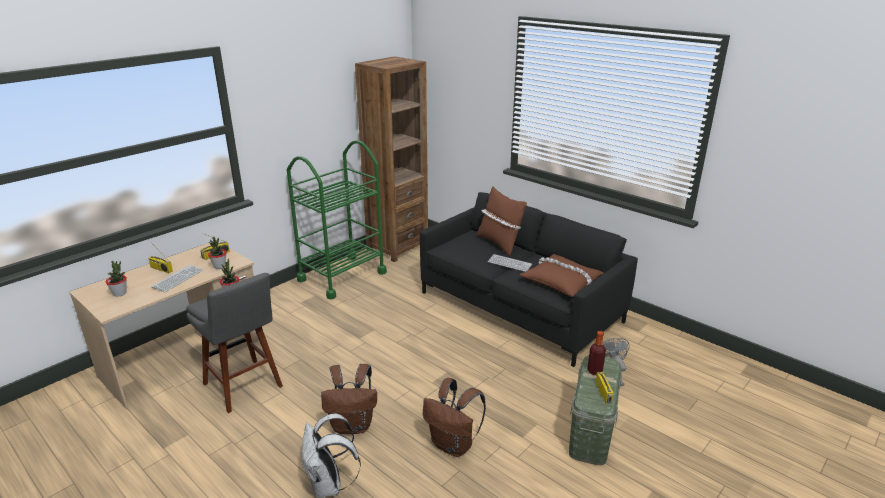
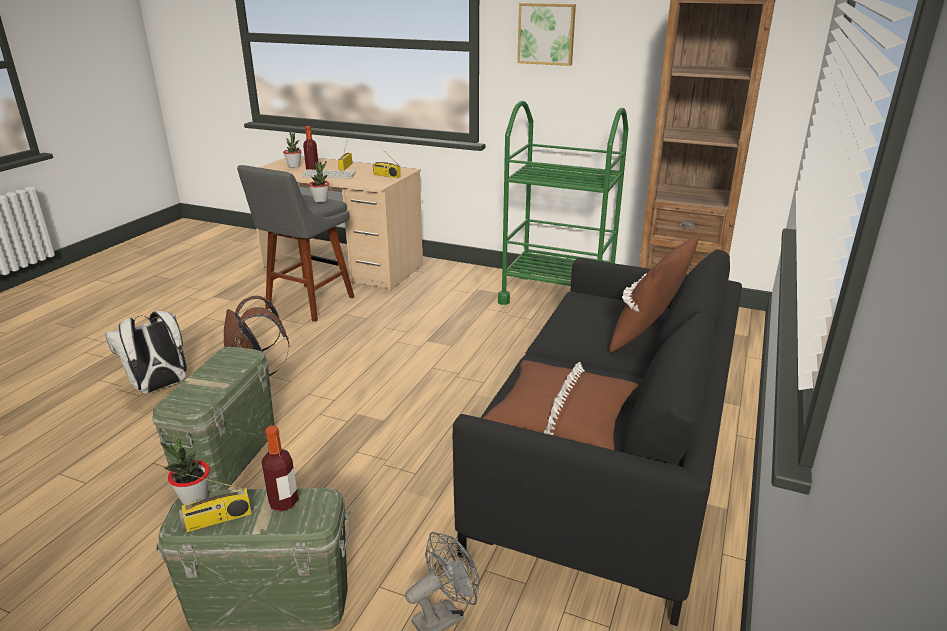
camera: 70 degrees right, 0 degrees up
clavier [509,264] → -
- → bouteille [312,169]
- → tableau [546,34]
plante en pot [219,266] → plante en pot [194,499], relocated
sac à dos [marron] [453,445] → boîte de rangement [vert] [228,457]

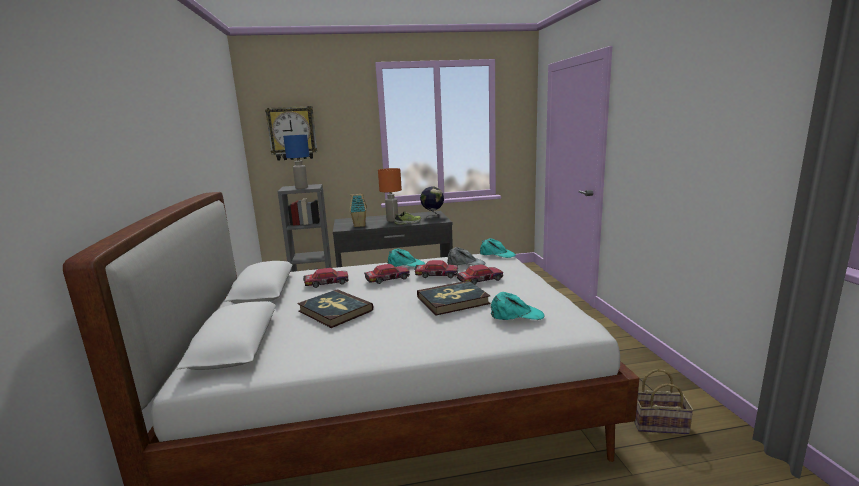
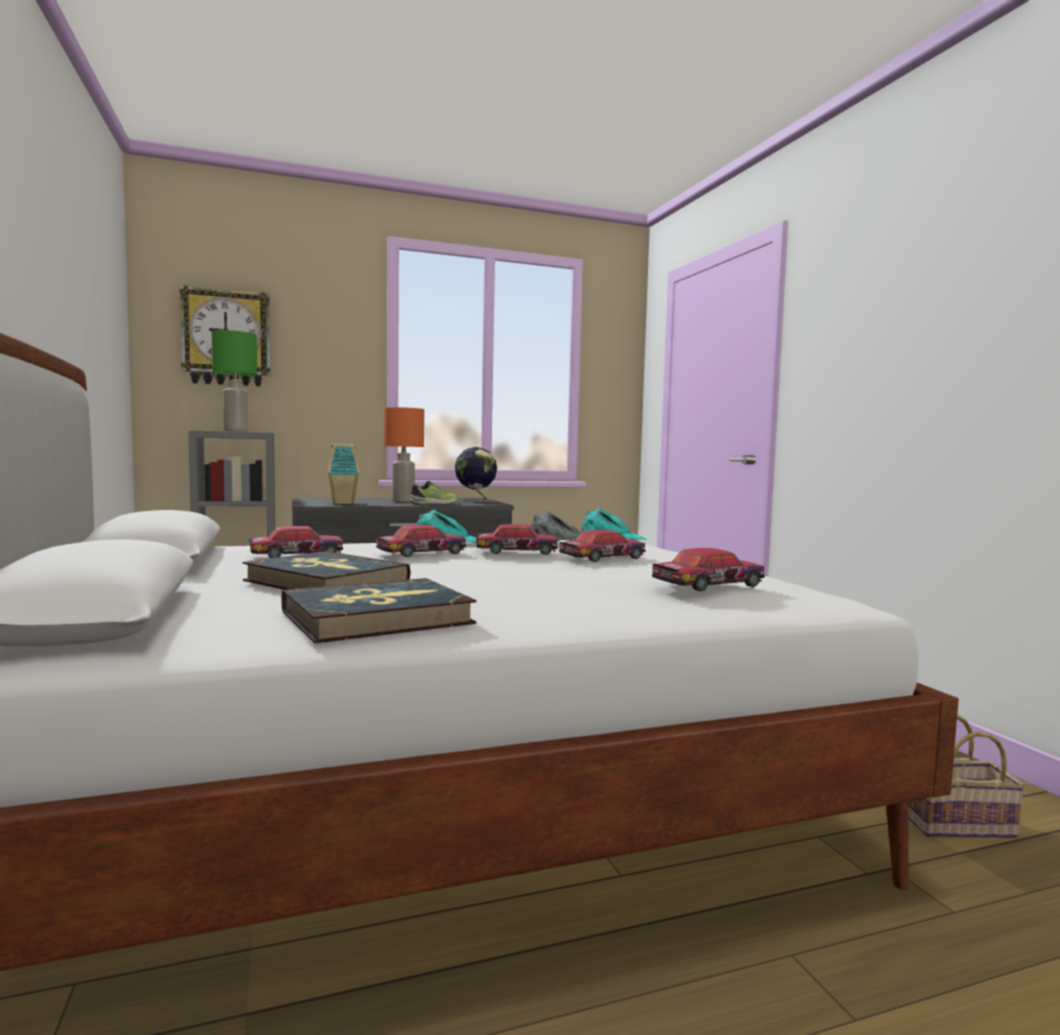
camera: 10 degrees left, 10 degrees down
livre [453,300] → livre [377,618], relocated
casquette [turquoise] [516,314] → petite voiture [707,585]
lampe de table [bleu] [301,188] → lampe de table [vert] [235,431]

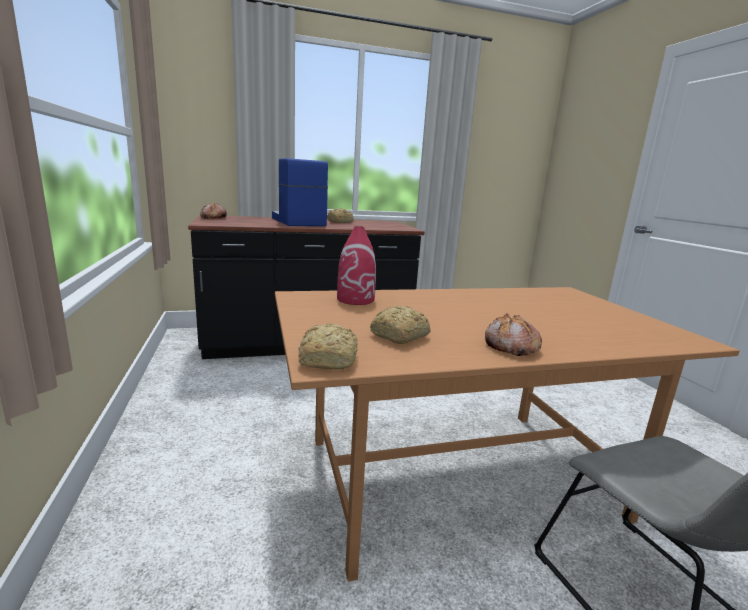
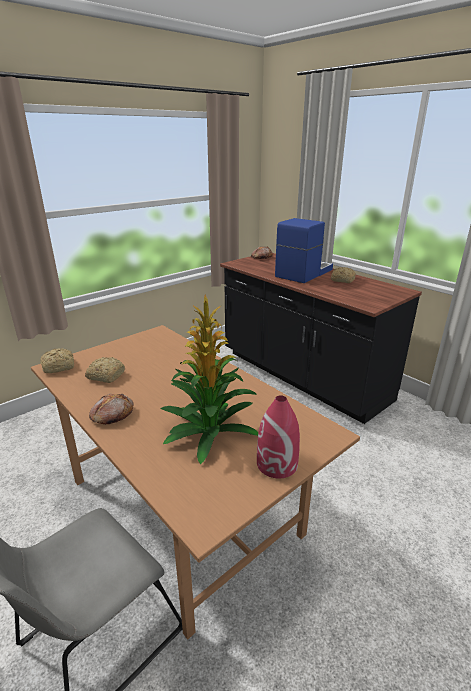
camera: 65 degrees right, 10 degrees up
- → plante en pot [208,431]
vase [rouge] [356,299] → vase [rouge] [277,464], relocated

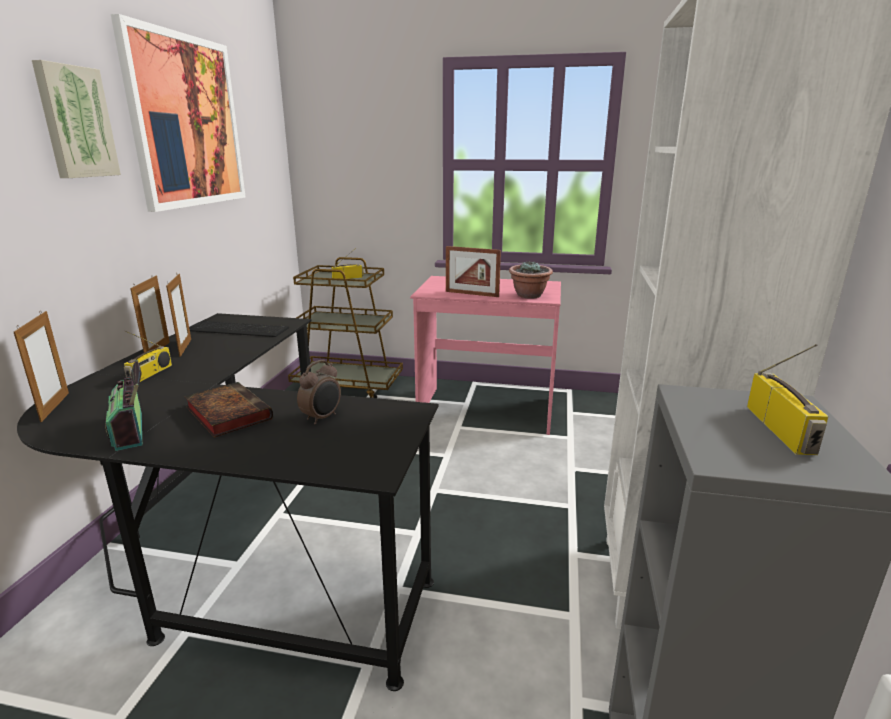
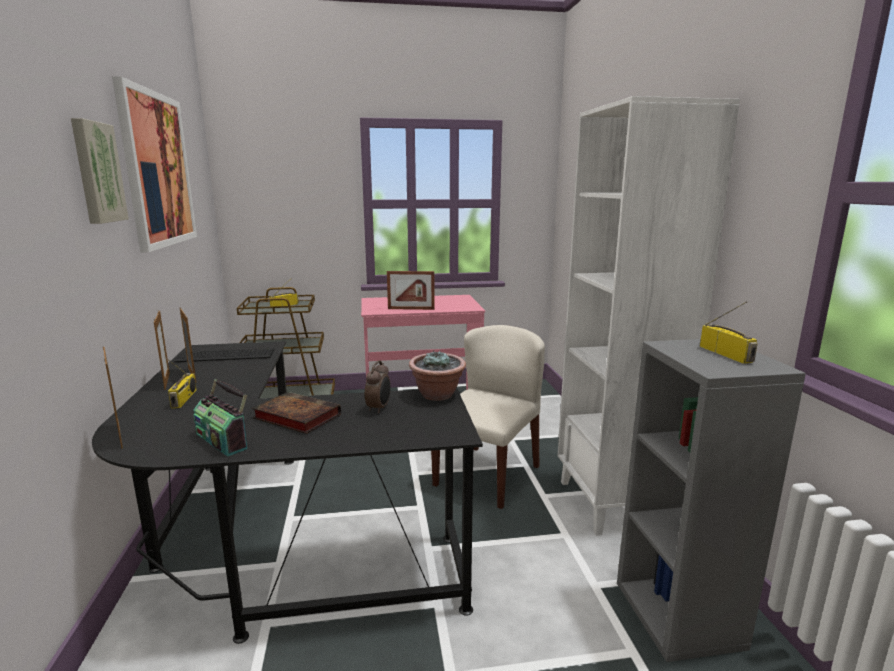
camera: 20 degrees left, 5 degrees down
- → chaise [beige] [487,475]
plante en pot [529,295] → plante en pot [437,395], relocated

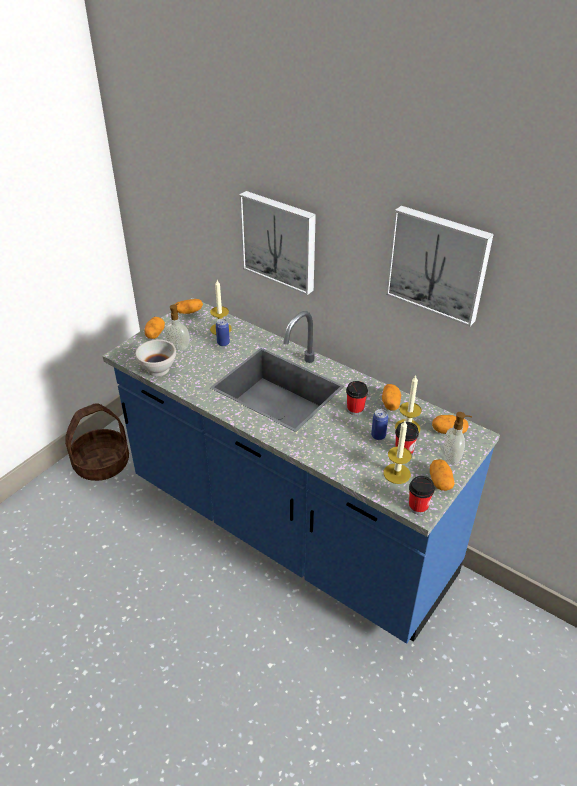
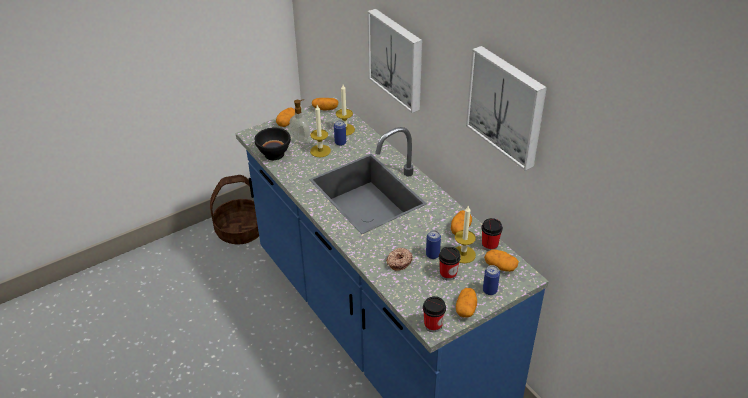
camera: 20 degrees right, 0 degrees up
- → beignet [399,262]
tasse [355,409] → tasse [489,245], relocated
bougie [397,473] → bougie [320,151], relocated
distributeur de savon [452,457] → boîte métallique [489,290]
bol [blanc] [158,369] → bol [noir] [274,154]

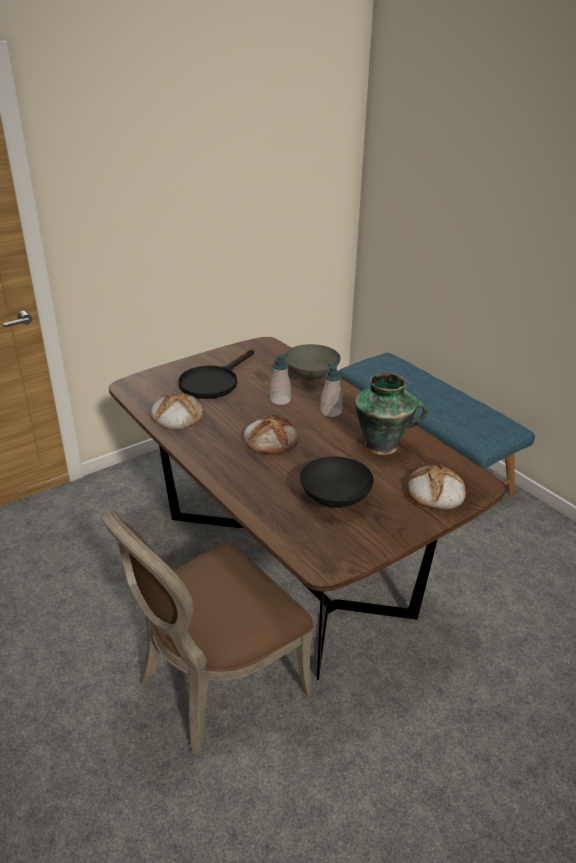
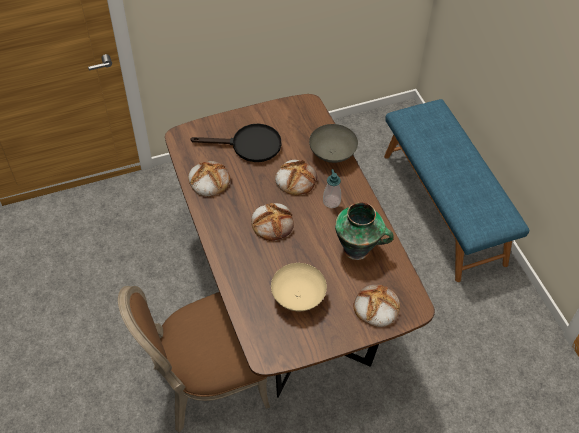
camera: 15 degrees right, 20 degrees up
distributeur de savon [280,400] → pain [295,179]
bol [noir] [334,499] → bol [beige] [297,296]
poêle [noir] [213,382] → poêle [noir] [249,145], 135 degrees counterclockwise

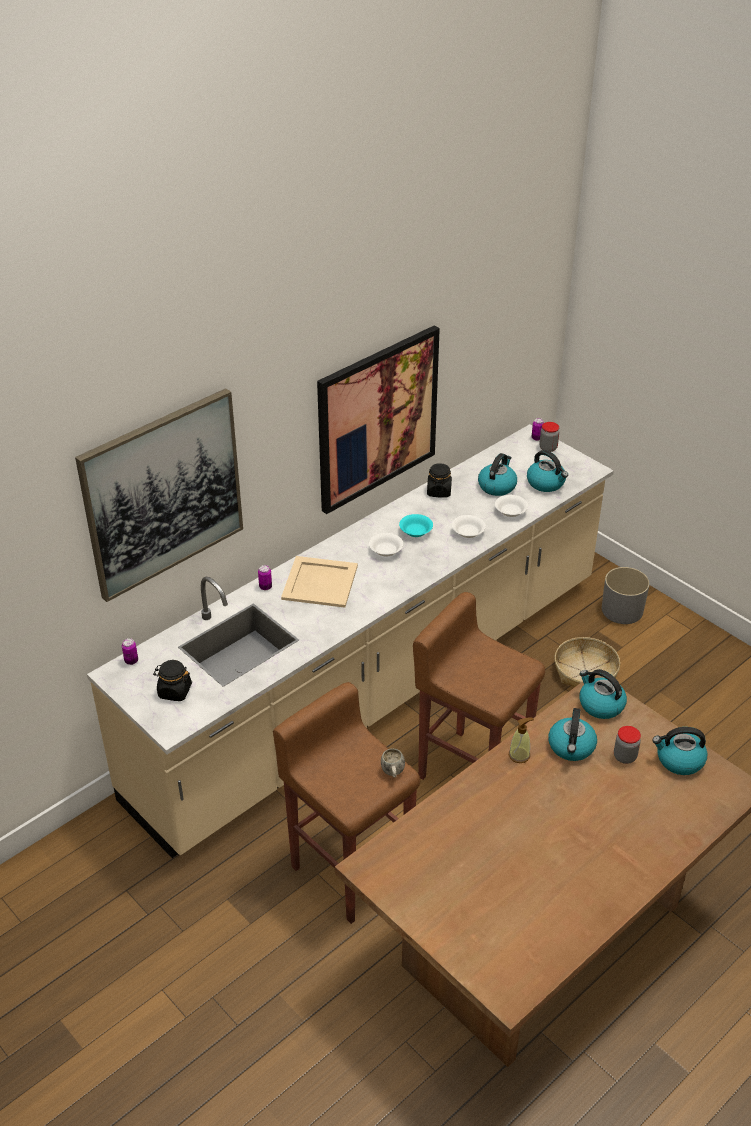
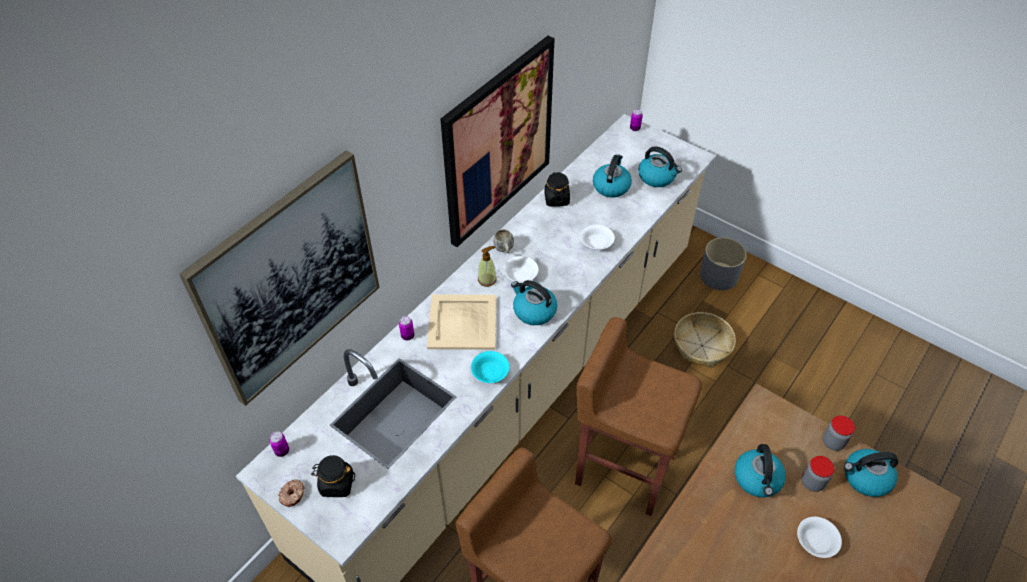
camera: 10 degrees left, 10 degrees up
- → beignet [293,495]
mug [blanc] [393,773] → mug [blanc] [504,250], relocated
bol [turquoise] [416,531] → bol [turquoise] [490,372], relocated
bol [blanc] [510,512] → bol [blanc] [815,542], relocated
distributeur de savon [519,755] → distributeur de savon [487,279], relocated
bocal [548,448] → bocal [833,442], relocated
bouilloire [600,705] → bouilloire [533,311], relocated

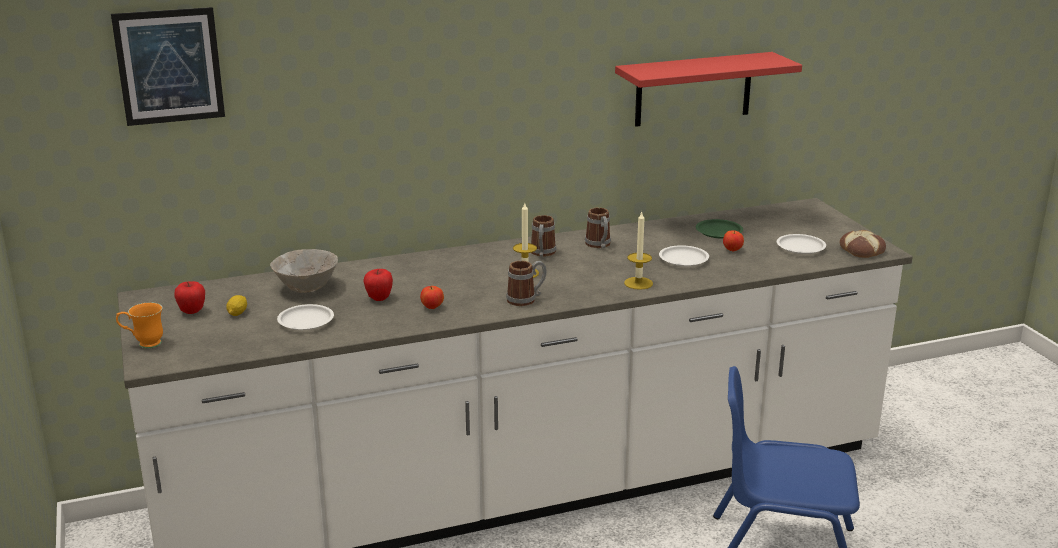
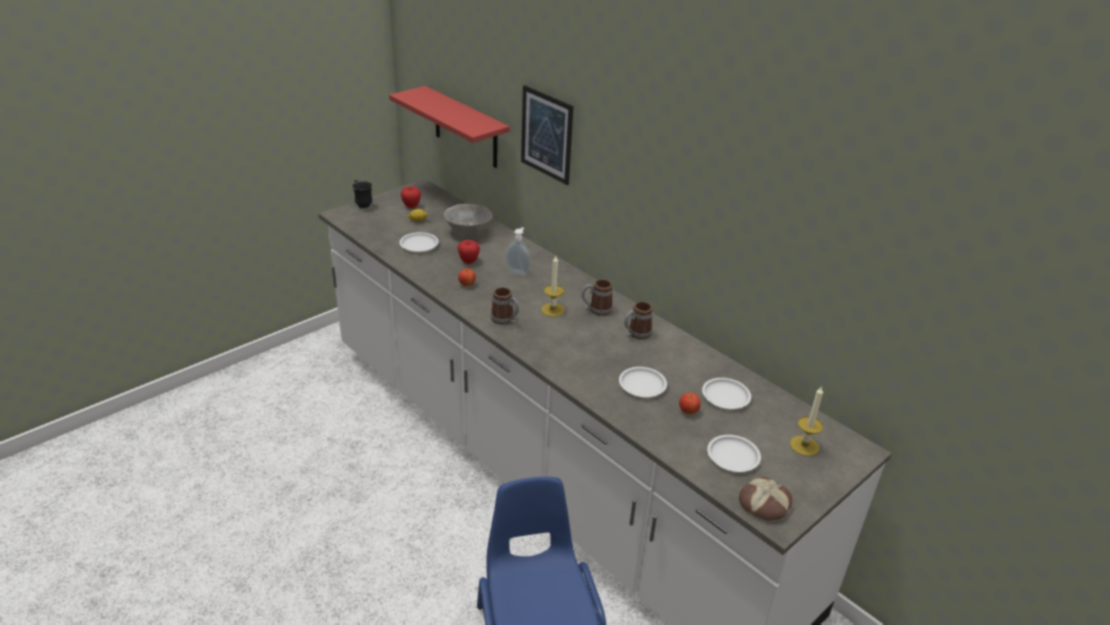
camera: 65 degrees right, 10 degrees up
- → distributeur de savon [518,271]
tableau [169,66] → tableau [546,134], relocated
étagère [rouge] [693,89] → étagère [rouge] [465,128], relocated
bougie [638,283] → bougie [804,445], relocated
mug [orange] [143,344] → mug [noir] [362,205]
assiette [vert] [718,232] → assiette [blanc] [725,396]

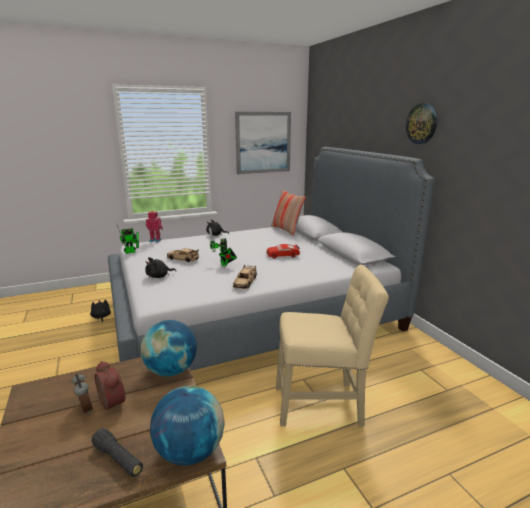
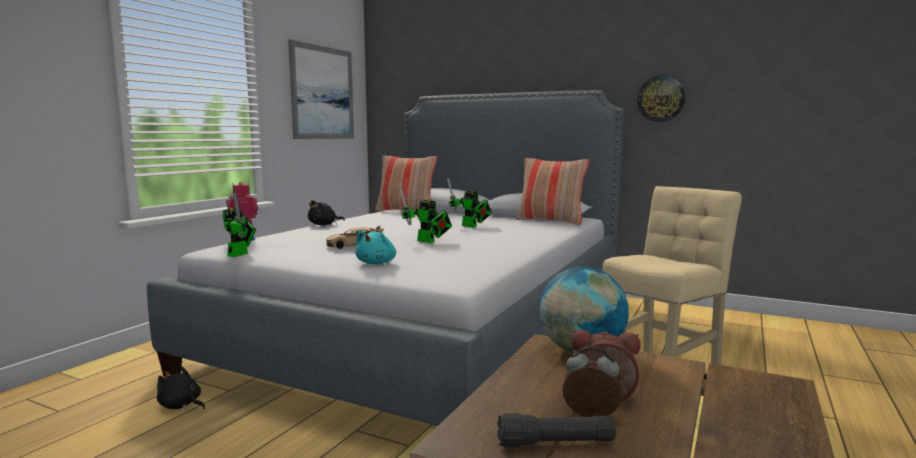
camera: 40 degrees left, 10 degrees down
globe [190,452] → -
petite voiture [beige] [245,282] → -
- → coussin [550,221]
lampe de poche [noir] [118,459] → lampe de poche [noir] [555,443], relocated
horloge murale [421,124] → horloge murale [660,99], relocated
petite voiture [rouge] [283,255] → robot jouet [471,226]
peluche [noir] [159,276] → peluche [turquoise] [377,263]

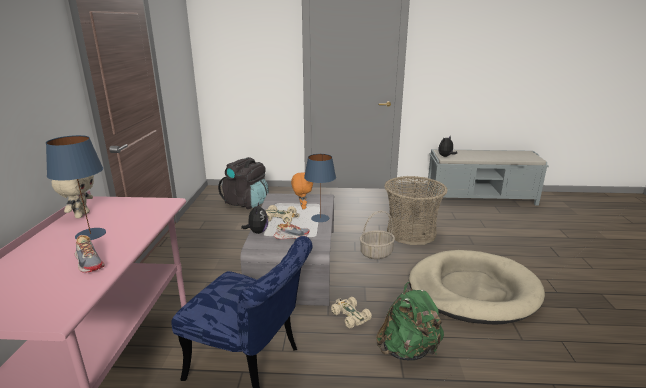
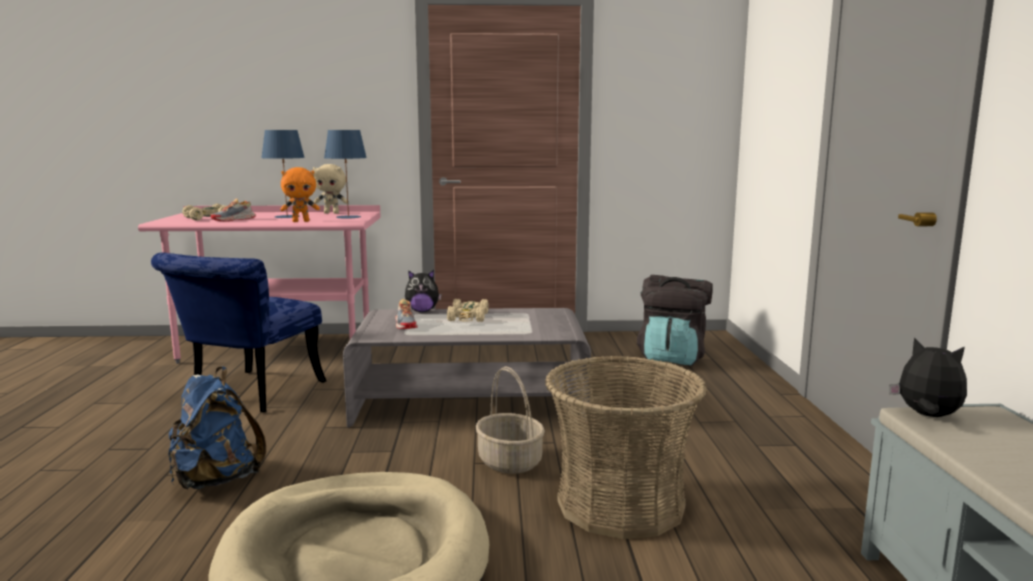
camera: 85 degrees right, 10 degrees down
peluche [orange] [302,207] → peluche [orange] [301,221], relocated
lampe de table [bleu] [320,218] → lampe de table [bleu] [348,217], relocated
petite voiture [beige] [350,316] → petite voiture [beige] [208,218], relocated
sac à dos [vert] [408,350] → sac à dos [bleu] [216,480]

